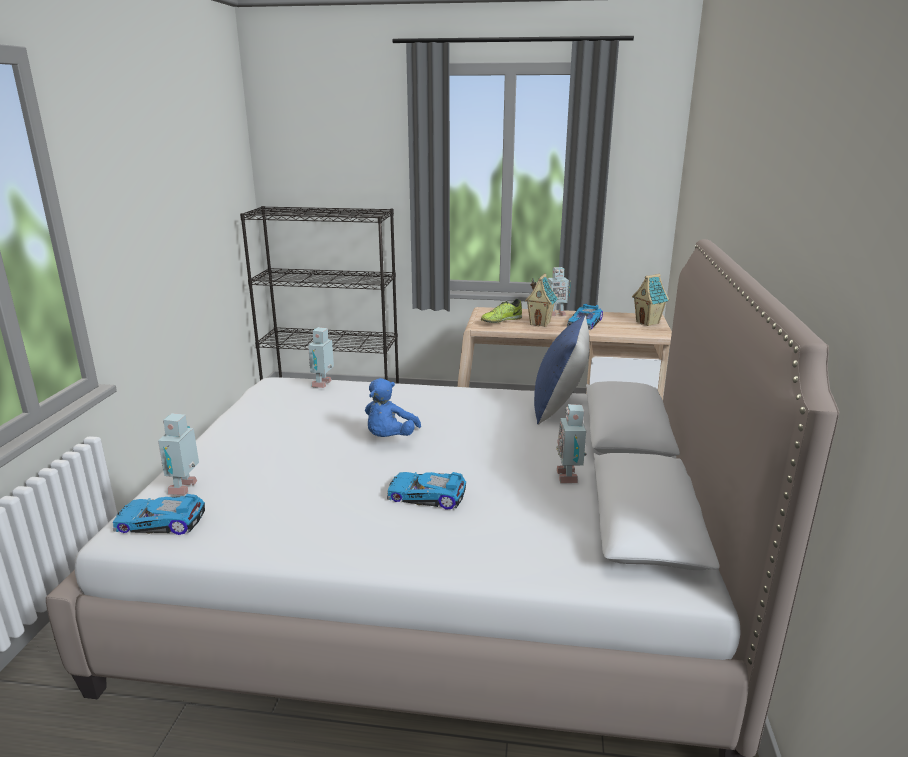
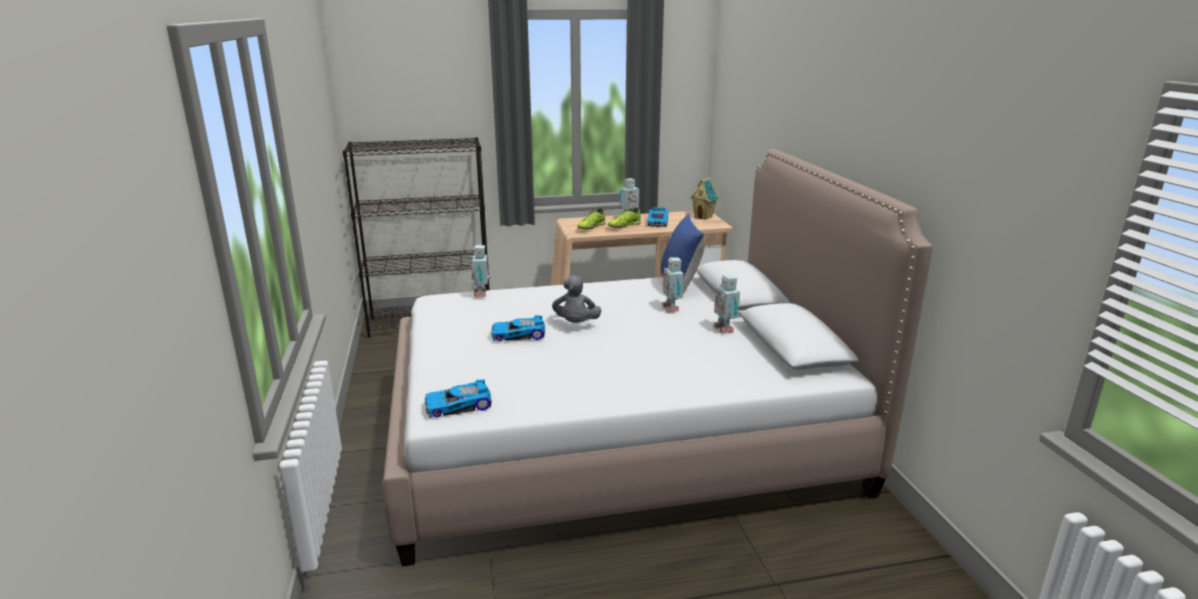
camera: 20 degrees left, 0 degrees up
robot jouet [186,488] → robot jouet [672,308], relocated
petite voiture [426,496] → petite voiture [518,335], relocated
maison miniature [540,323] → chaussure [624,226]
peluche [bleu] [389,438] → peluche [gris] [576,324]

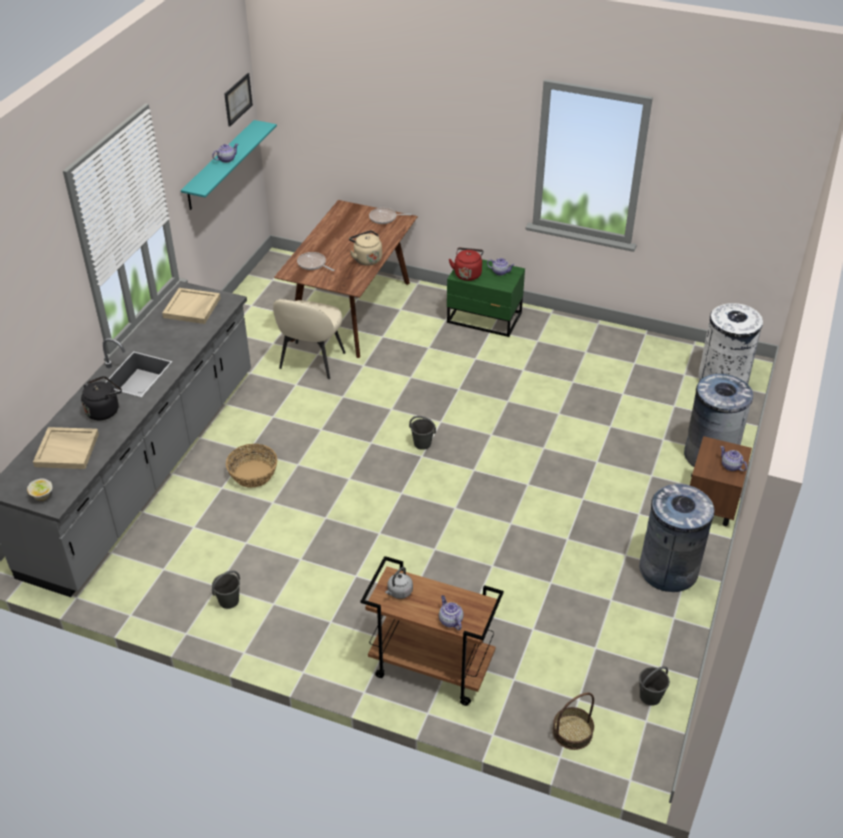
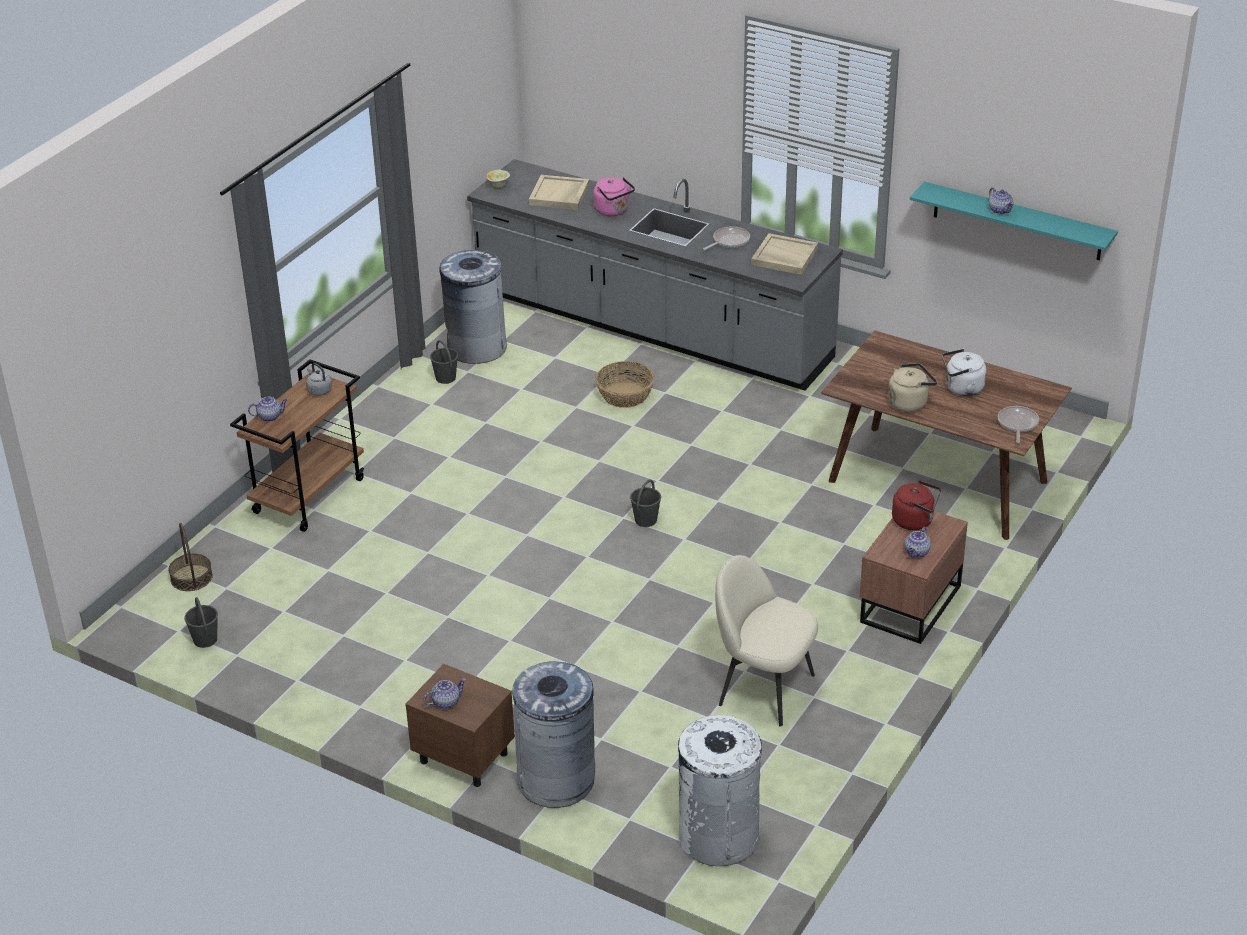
camera: 100 degrees right, 5 degrees down
tableau [238,99] → -
- → bouilloire [blanc] [961,388]
chaise [beige] [311,361] → chaise [beige] [763,688], relocated
poêle [313,264] → poêle [729,241], relocated
poubelle [gris] [668,570] → poubelle [gris] [476,347], relocated
bouilloire [noir] [104,410] → bouilloire [rose] [613,211]
table de chevet [vert] [485,319] → table de chevet [marron] [908,604]

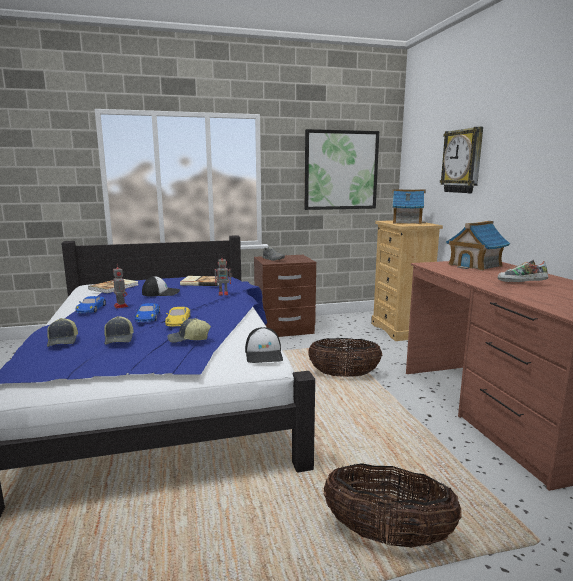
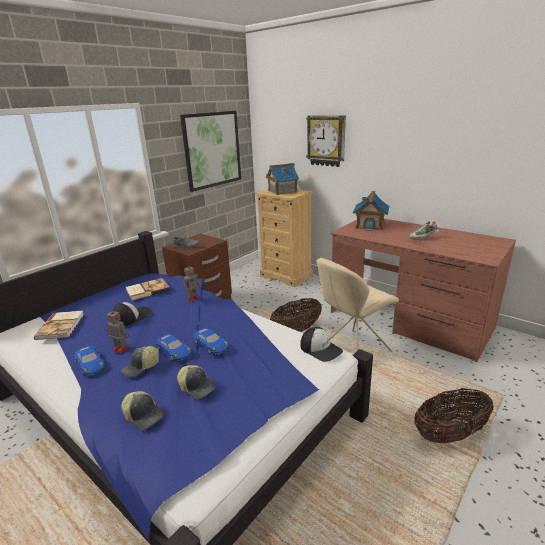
camera: 35 degrees left, 10 degrees up
- → chaise [beige] [352,351]
casquette [188,339] → casquette [141,367], relocated
petite voiture [jaune] [178,321] → petite voiture [bleu] [211,344]

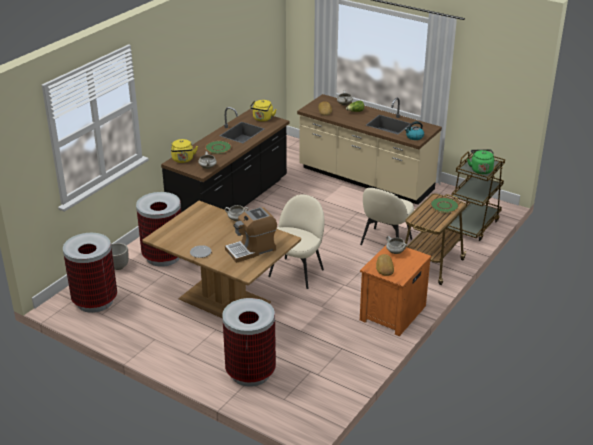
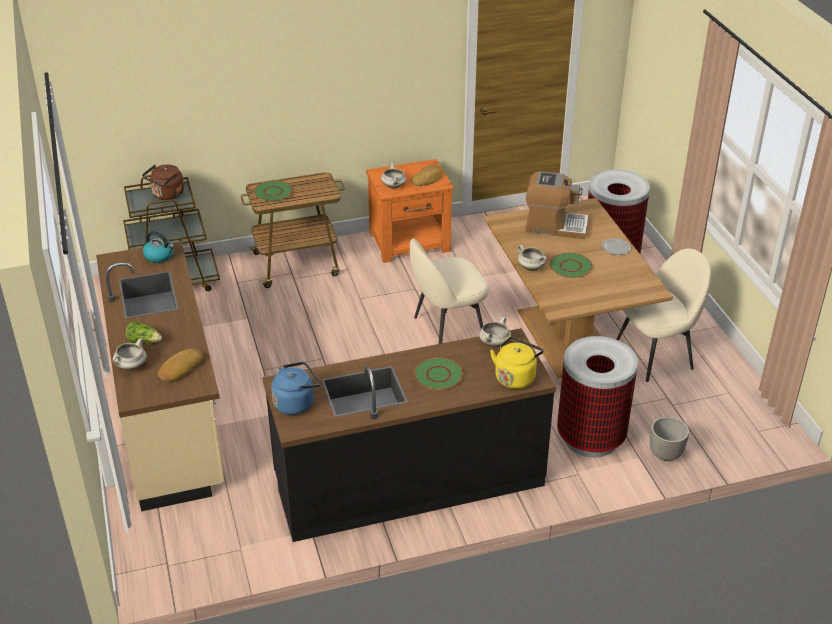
camera: 140 degrees left, 5 degrees up
poubelle [95,301] → -
- → assiette [vert] [570,266]
chaise [beige] [385,242] → chaise [beige] [655,355], relocated
bouilloire [jaune] [262,119] → bouilloire [bleu] [296,403]
bouilloire [vert] [480,169] → bouilloire [marron] [167,195]

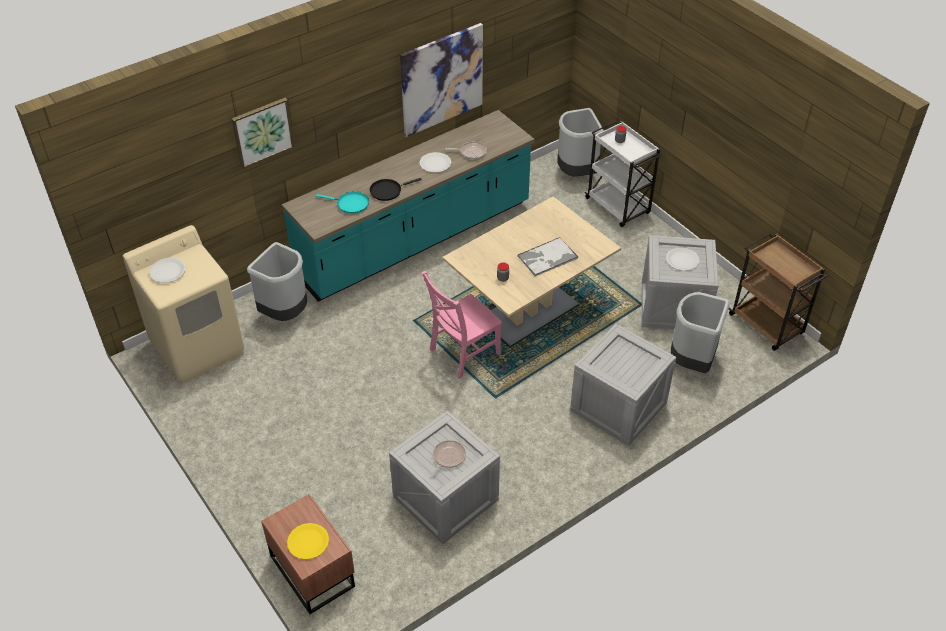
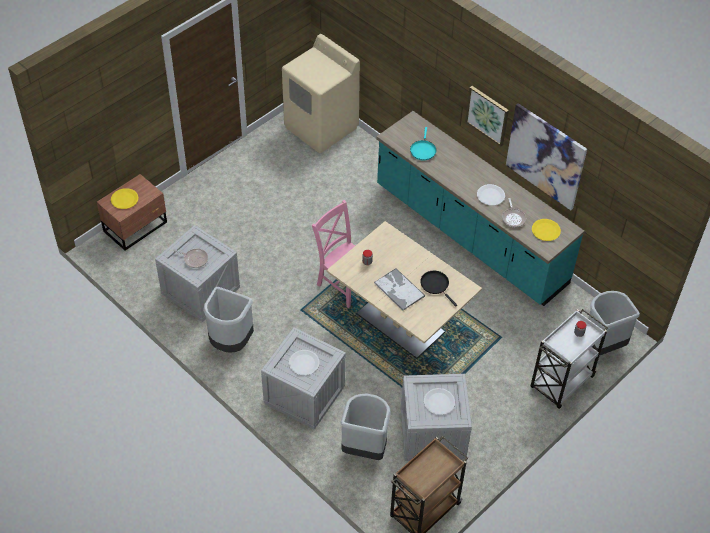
camera: 80 degrees right, 5 degrees up
- → assiette [jaune] [546,230]
assiette [blanc] [167,271] → assiette [blanc] [304,363], relocated
tableau [262,132] → tableau [487,115], relocated
poubelle [gris] [285,313] → poubelle [gris] [230,343], relocated
poêle [noir] [387,191] → poêle [noir] [436,285], relocated

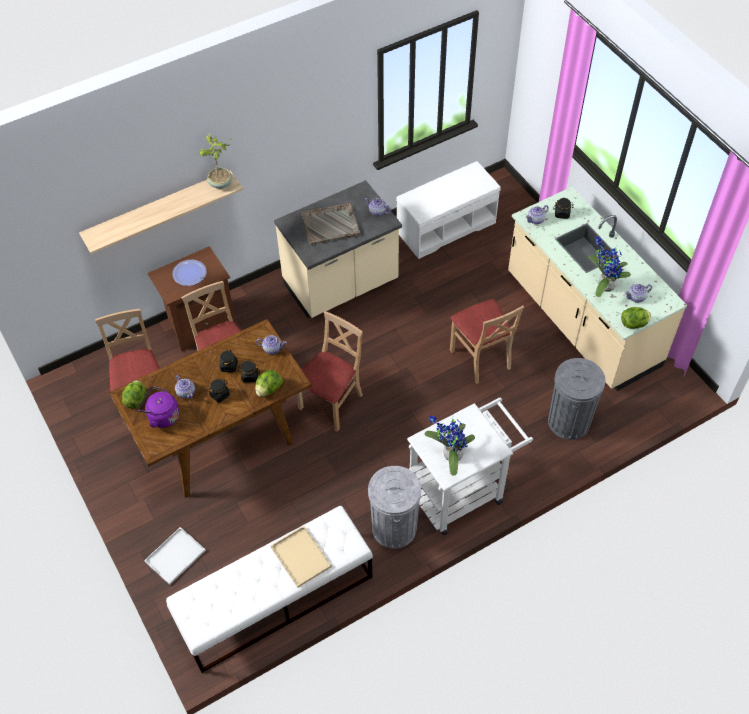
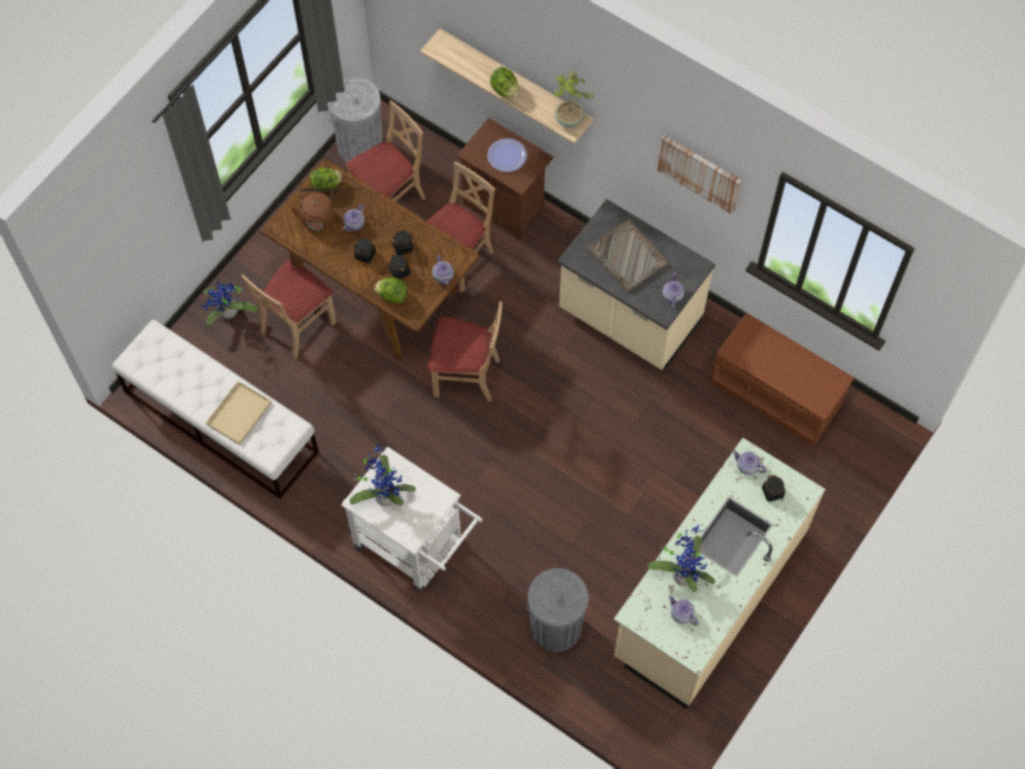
camera: 65 degrees right, 10 degrees up
- → tableau [699,173]
poubelle [gris] [394,528] → poubelle [gris] [360,146], relocated
chaise [beige] [481,358] → chaise [beige] [297,326], relocated
laitue [634,324] → laitue [505,90], relocated
plateau [blanc] [175,557] → plante en pot [228,314]
bouilloire [violet] [162,416] → bouilloire [marron] [317,216]
banc [blanc] [446,226] → banc [marron] [777,394]

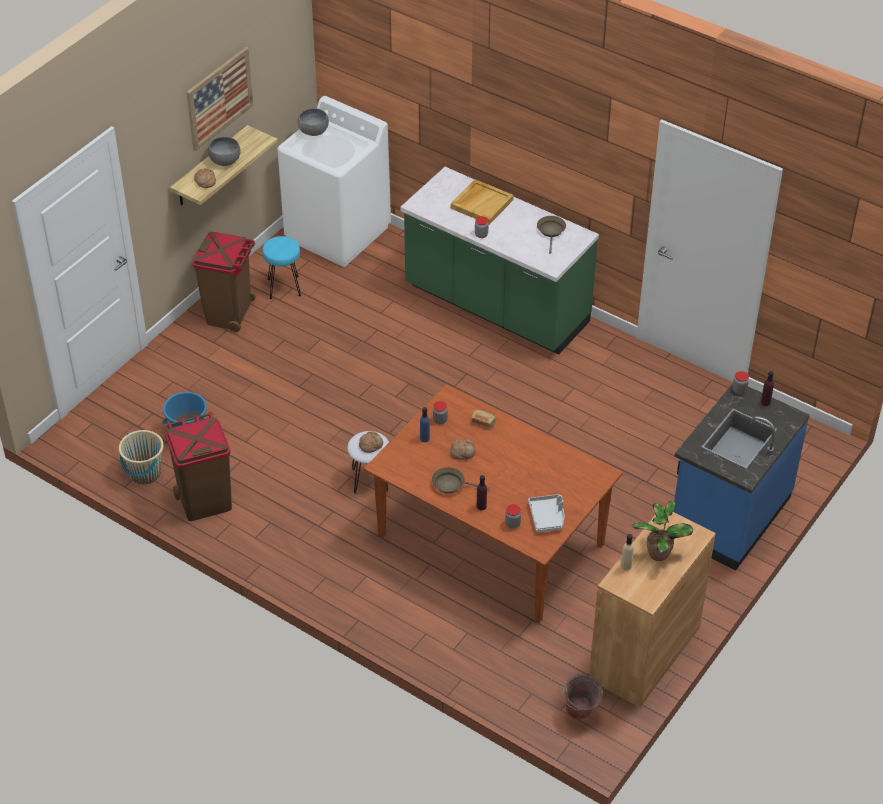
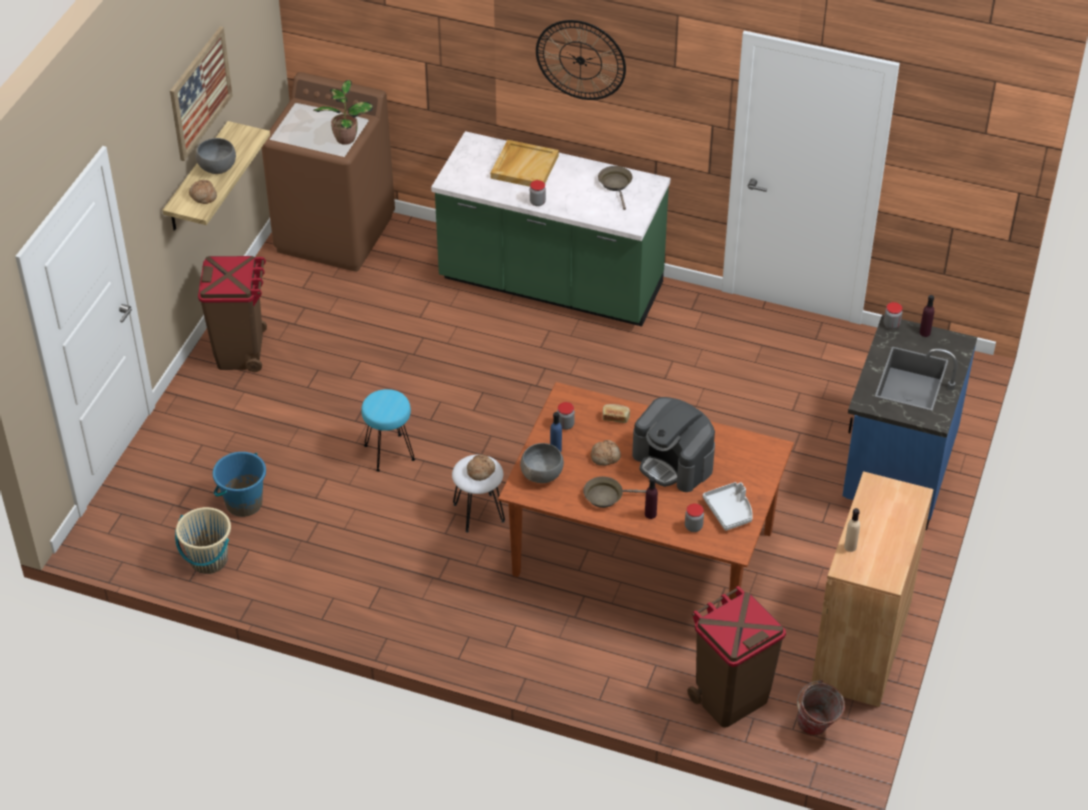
camera: 15 degrees left, 0 degrees up
- → horloge murale [580,60]
- → machine à café [673,462]
poubelle [marron] [205,502] → poubelle [marron] [730,698], relocated
tabouret [turquoise] [284,288] → tabouret [turquoise] [389,453], relocated
bol [gris] [313,131] → bol [gris] [541,474], relocated
plante en pot [659,552] → plante en pot [345,137], relocated
lave-linge [blanc] [338,233] → lave-linge [marron] [335,233]

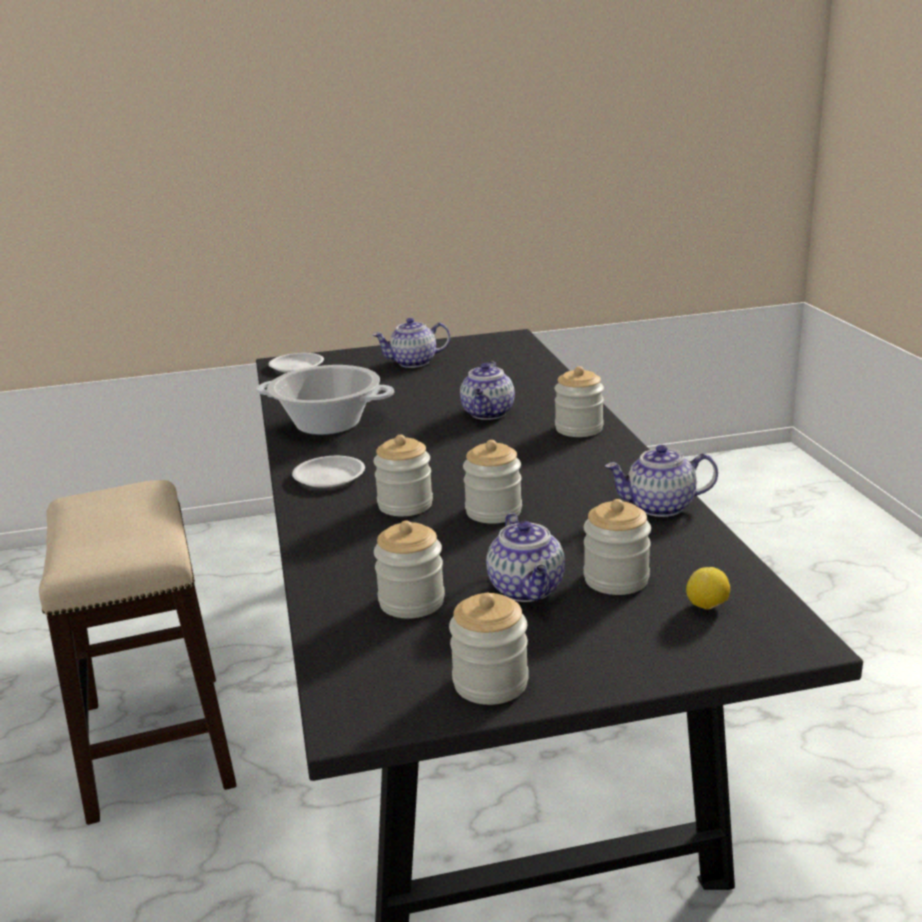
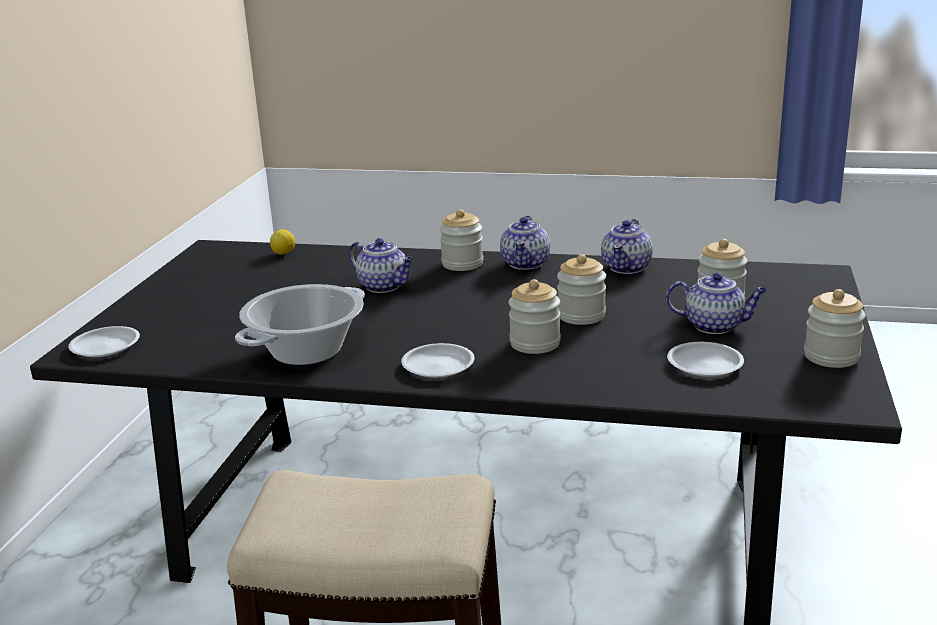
camera: 65 degrees left, 0 degrees up
théière [413,363] → théière [526,264], relocated
citron [707,607] → citron [284,253], relocated
bocal [411,602] → assiette [blanc] [705,364]

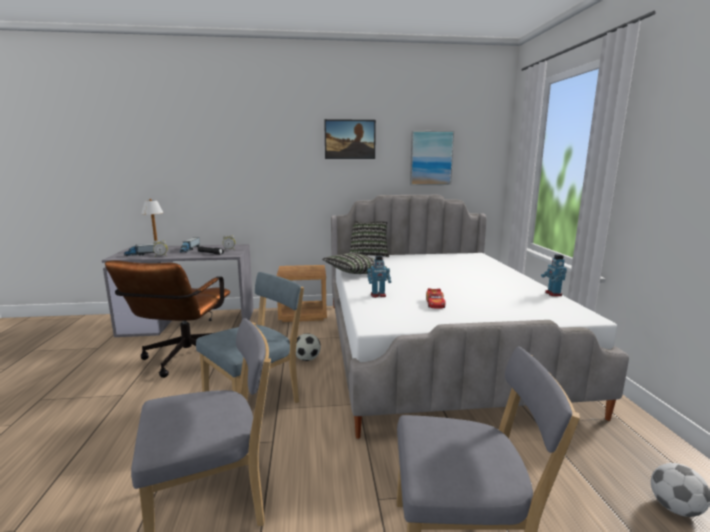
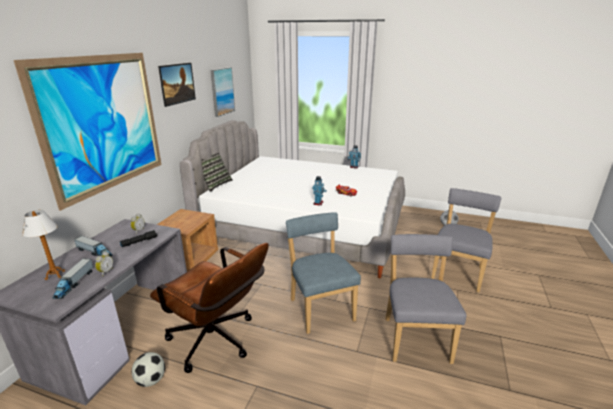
camera: 65 degrees left, 10 degrees up
coussin [354,273] → -
- → tableau [104,124]
ballon de foot [307,359] → ballon de foot [151,380], relocated

